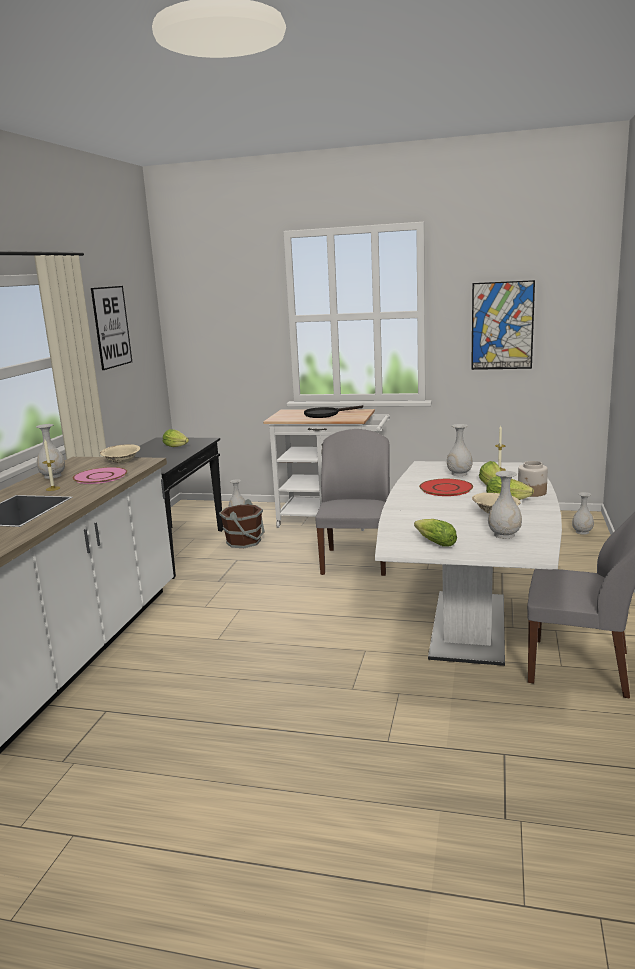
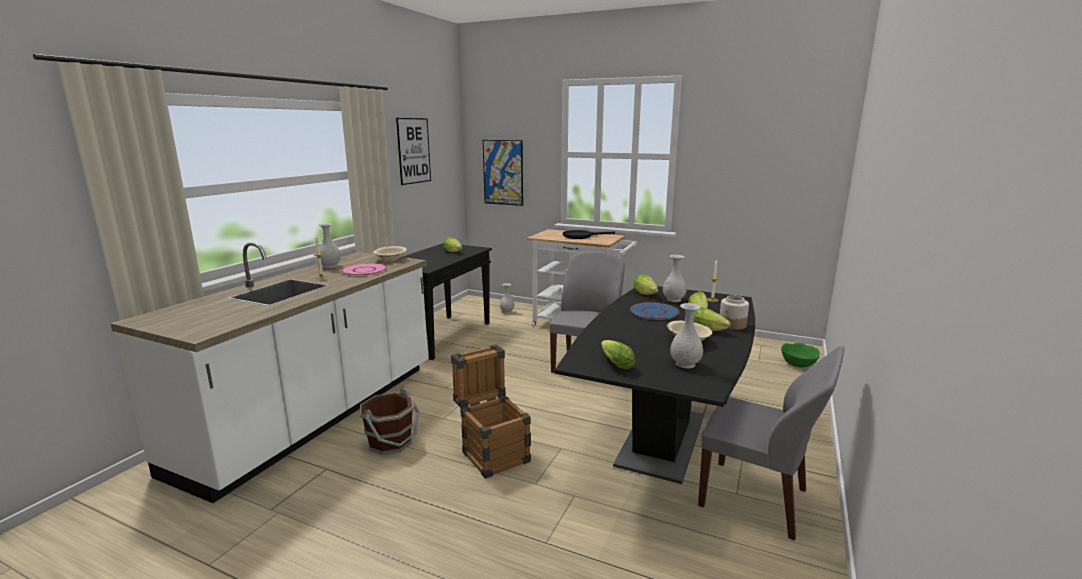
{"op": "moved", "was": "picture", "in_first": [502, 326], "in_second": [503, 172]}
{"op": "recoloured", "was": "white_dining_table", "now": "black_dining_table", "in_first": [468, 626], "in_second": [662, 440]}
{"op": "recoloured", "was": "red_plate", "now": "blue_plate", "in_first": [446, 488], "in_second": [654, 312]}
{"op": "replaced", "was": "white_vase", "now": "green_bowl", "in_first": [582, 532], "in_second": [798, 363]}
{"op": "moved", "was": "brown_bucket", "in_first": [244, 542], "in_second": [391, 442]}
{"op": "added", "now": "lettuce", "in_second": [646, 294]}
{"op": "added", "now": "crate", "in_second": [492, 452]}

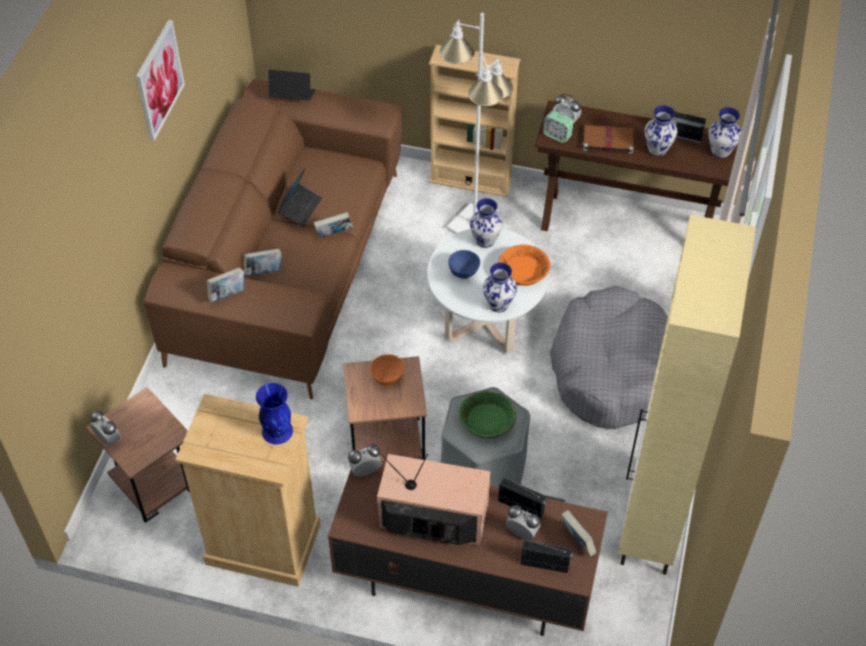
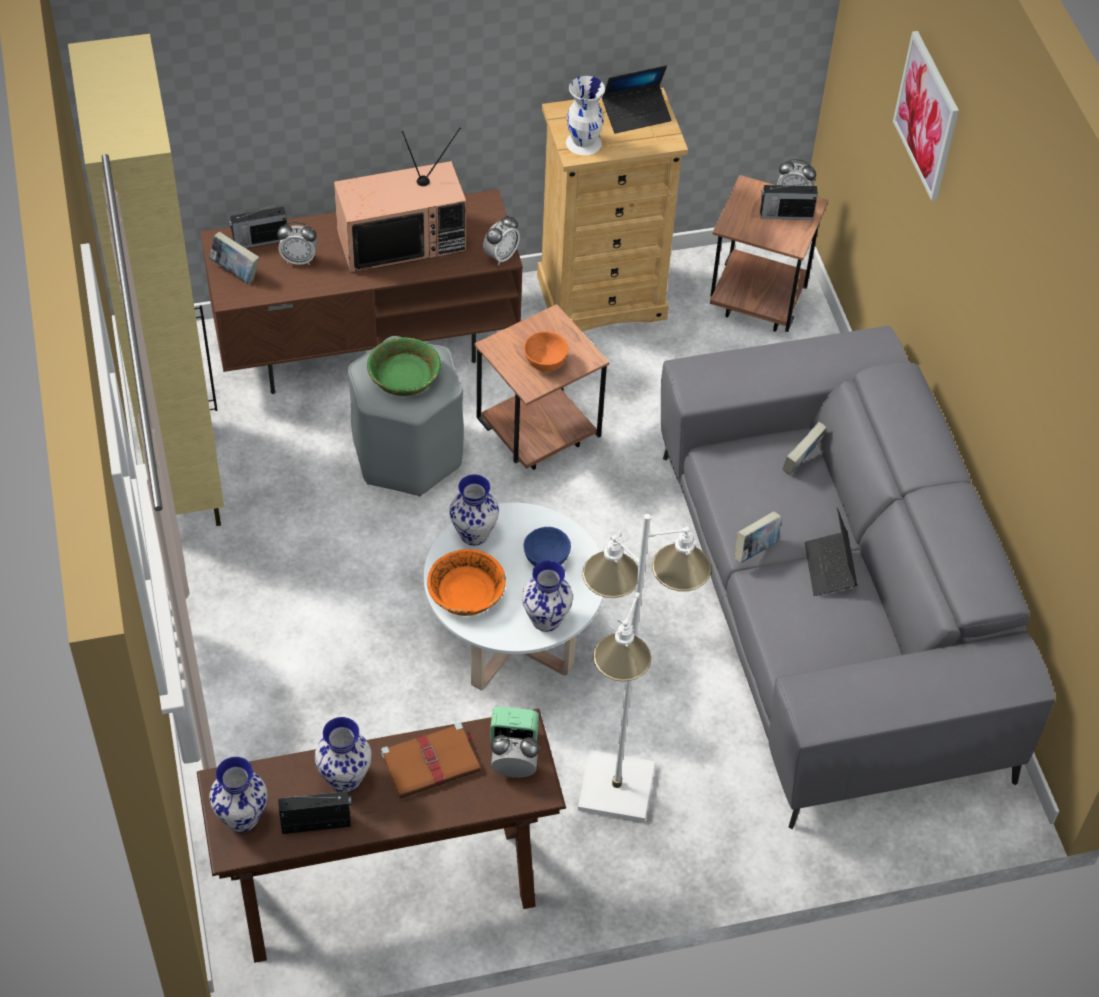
{"op": "moved", "was": "picture", "in_first": [159, 80], "in_second": [927, 115]}
{"op": "removed", "was": "beige_bookcase", "in_first": [471, 180]}
{"op": "moved", "was": "laptop", "in_first": [292, 96], "in_second": [636, 114]}
{"op": "recoloured", "was": "brown_sofa", "now": "grey_sofa", "in_first": [288, 266], "in_second": [827, 612]}
{"op": "removed", "was": "book", "in_first": [227, 294]}
{"op": "removed", "was": "grey_dog_bed", "in_first": [612, 369]}
{"op": "recoloured", "was": "blue_vase", "now": "white_vase", "in_first": [277, 430], "in_second": [584, 143]}
{"op": "moved", "was": "radio", "in_first": [521, 506], "in_second": [785, 215]}

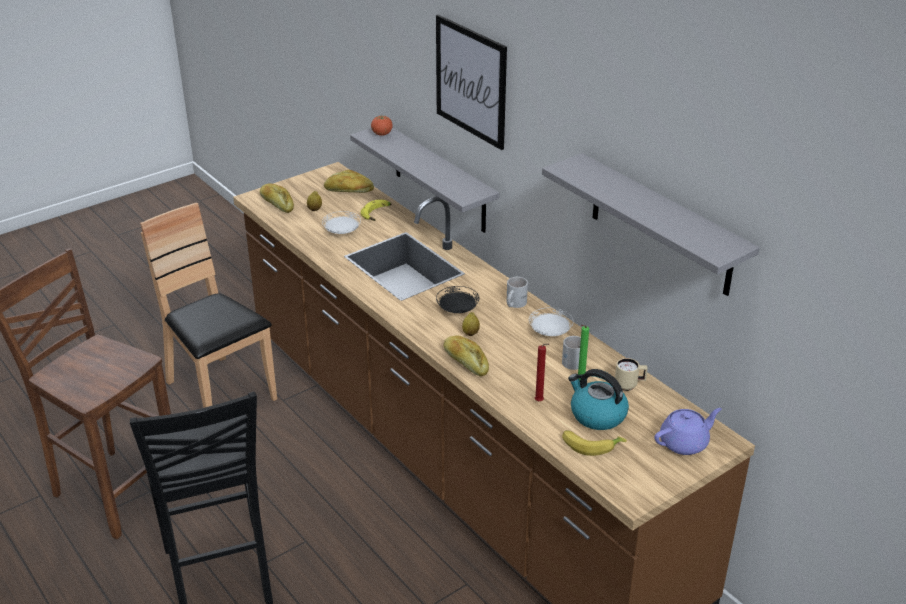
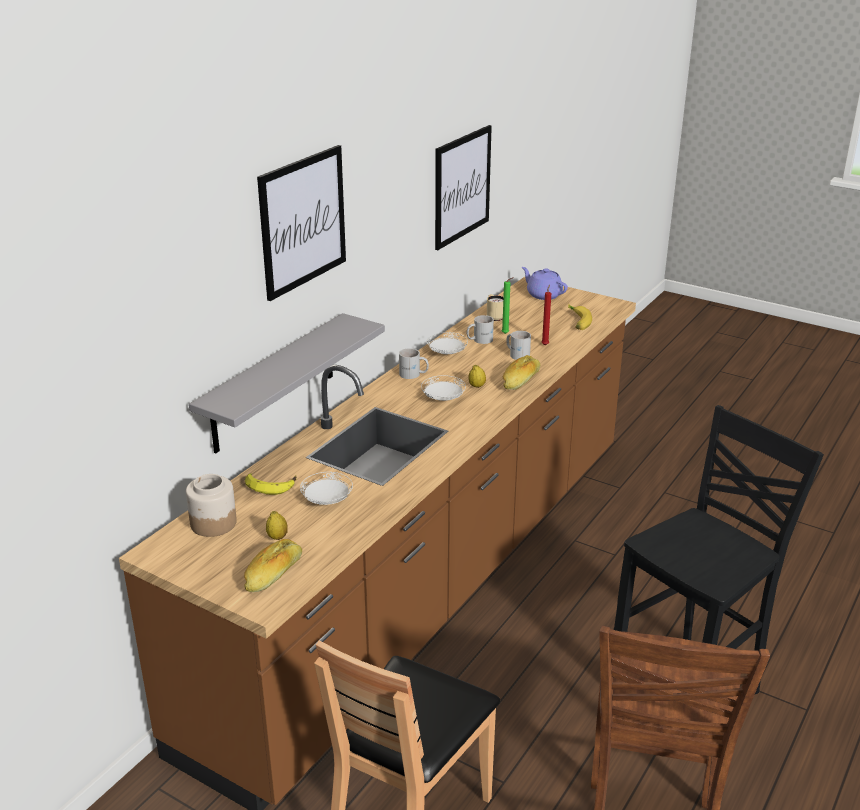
{"op": "removed", "was": "tomato", "in_first": [382, 134]}
{"op": "replaced", "was": "grey_shelf", "now": "picture", "in_first": [661, 225], "in_second": [462, 186]}
{"op": "replaced", "was": "bread", "now": "jar", "in_first": [349, 191], "in_second": [213, 523]}
{"op": "recoloured", "was": "black_plate", "now": "white_plate", "in_first": [457, 309], "in_second": [443, 399]}
{"op": "removed", "was": "kettle", "in_first": [597, 415]}
{"op": "added", "now": "white_mug", "in_second": [517, 354]}

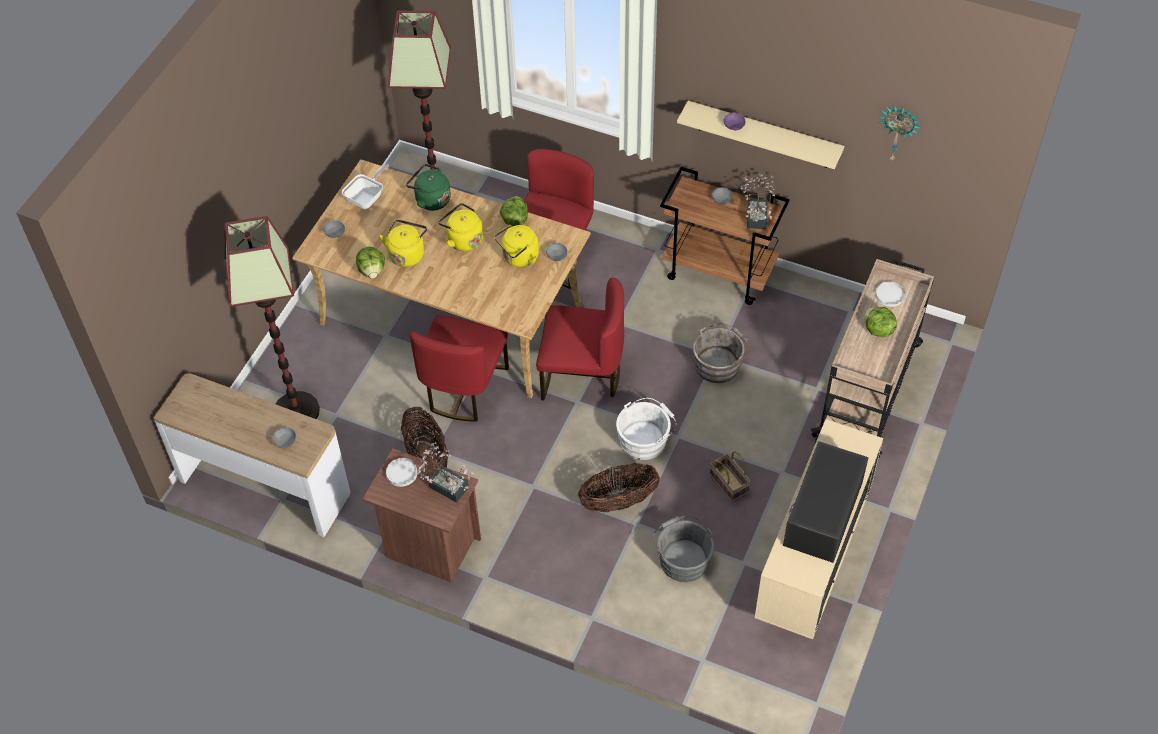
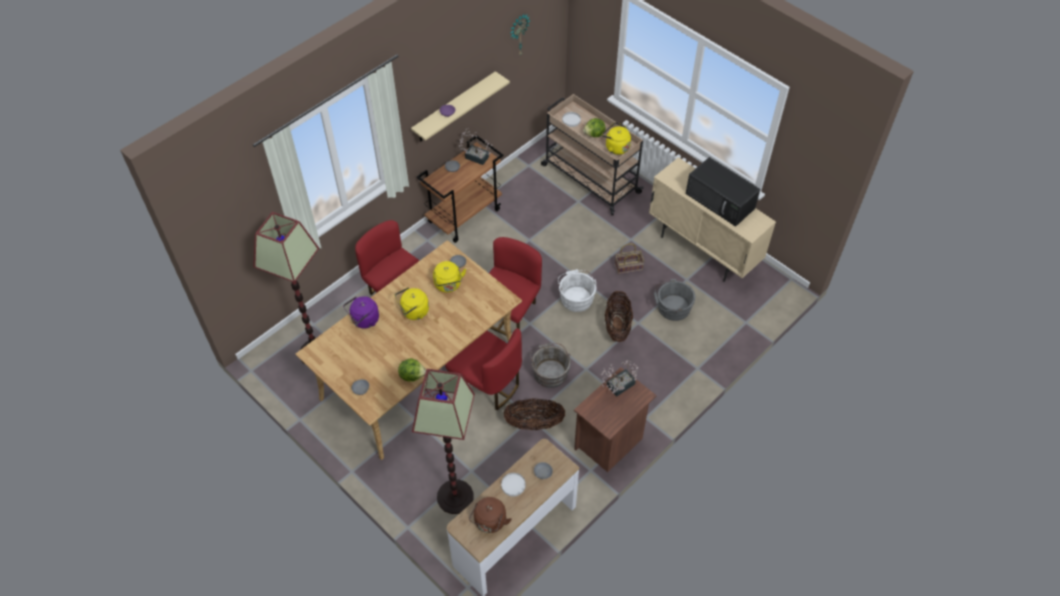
{"op": "removed", "was": "frying_pan", "in_first": [367, 198]}
{"op": "recoloured", "was": "green_kettle", "now": "purple_kettle", "in_first": [430, 199], "in_second": [364, 320]}
{"op": "removed", "was": "lettuce", "in_first": [514, 219]}
{"op": "moved", "was": "yellow_kettle", "in_first": [407, 254], "in_second": [615, 147]}
{"op": "moved", "was": "grey_bucket", "in_first": [719, 363], "in_second": [550, 371]}
{"op": "moved", "was": "white_plate", "in_first": [401, 473], "in_second": [513, 485]}
{"op": "added", "now": "brown_kettle", "in_second": [489, 522]}

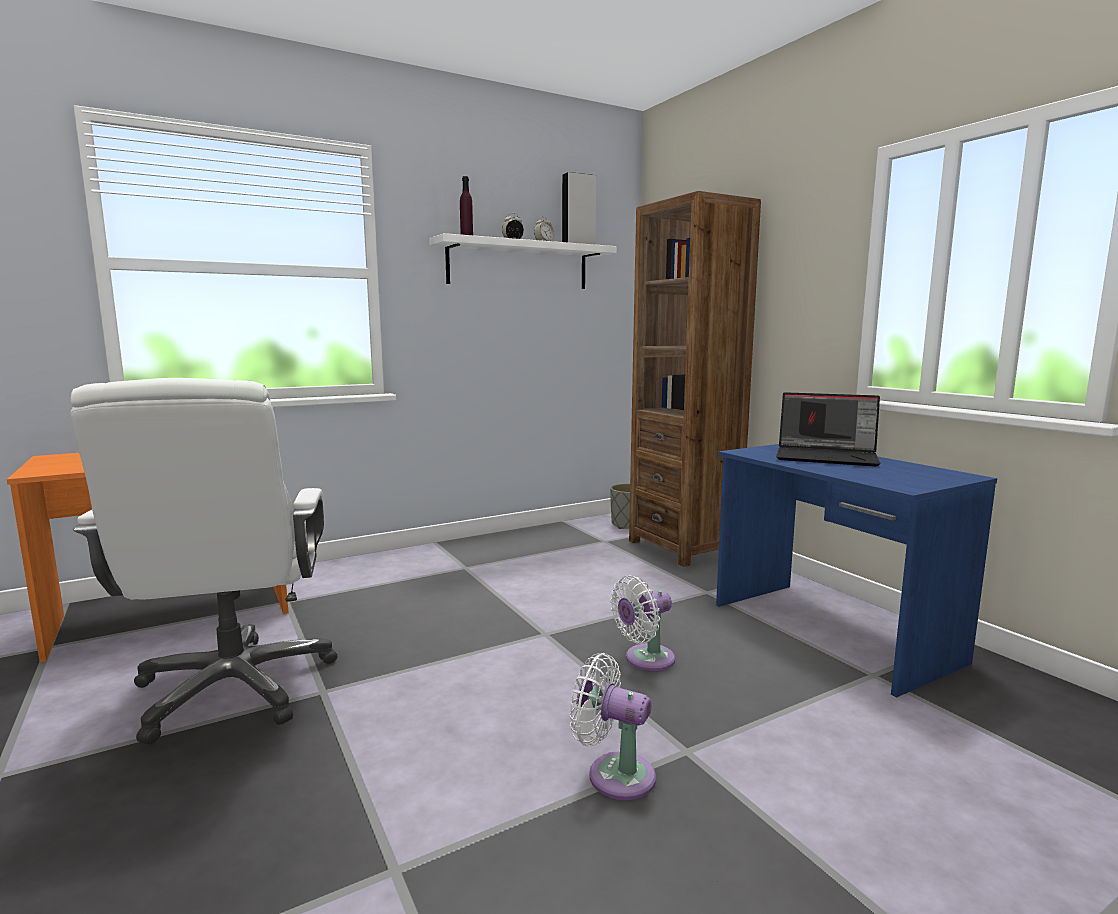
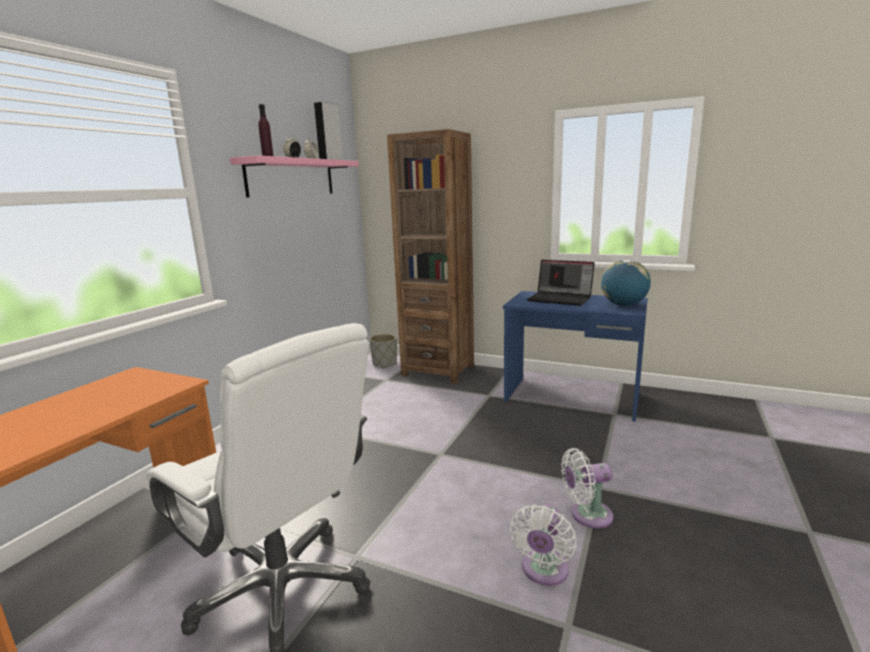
{"op": "recoloured", "was": "white_shelf", "now": "pink_shelf", "in_first": [519, 265], "in_second": [291, 177]}
{"op": "turned", "was": "laptop", "in_first": [827, 457], "in_second": [561, 299], "clockwise": 45}
{"op": "moved", "was": "white_fan", "in_first": [645, 660], "in_second": [543, 571]}
{"op": "added", "now": "globe", "in_second": [623, 305]}

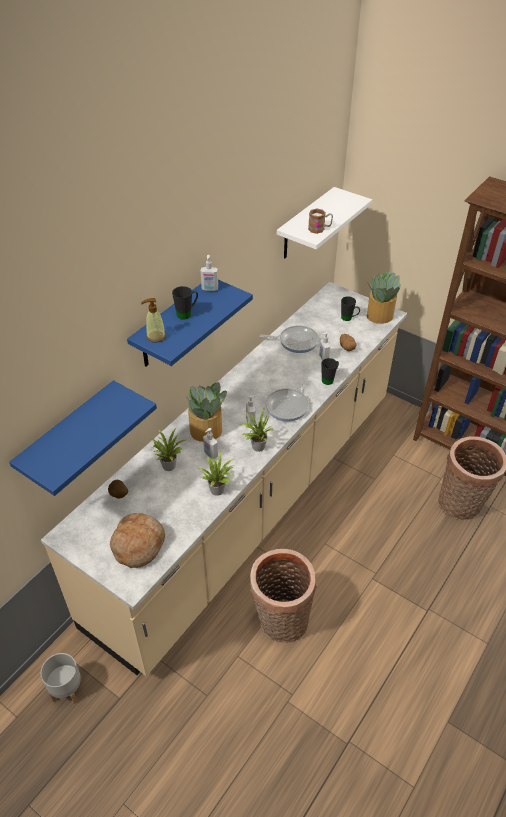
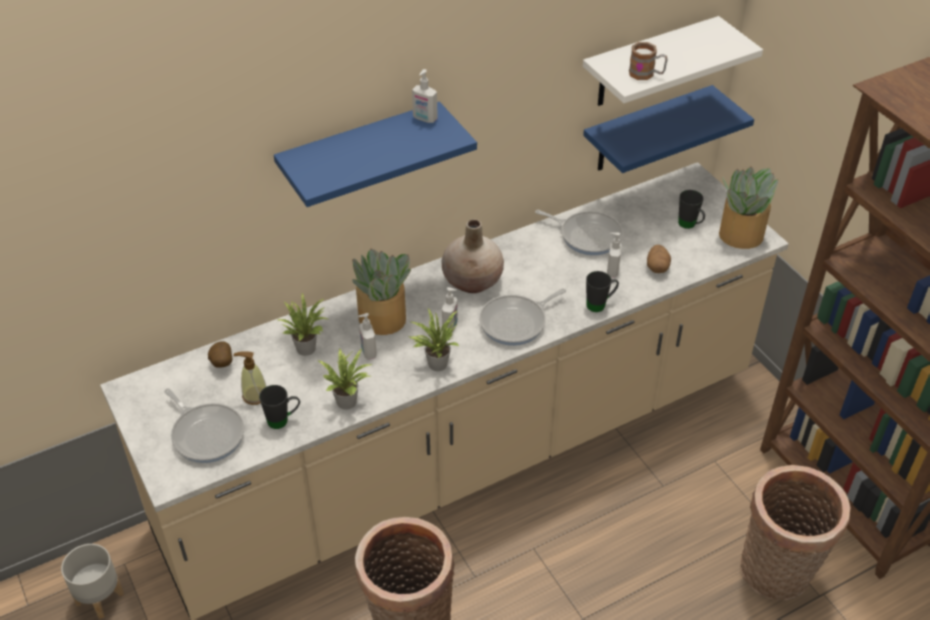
{"op": "moved", "was": "black_mug", "in_first": [187, 313], "in_second": [283, 420]}
{"op": "moved", "was": "soap_dispenser", "in_first": [156, 336], "in_second": [255, 395]}
{"op": "moved", "was": "blue_shelf", "in_first": [68, 436], "in_second": [646, 130]}
{"op": "replaced", "was": "bread", "now": "frying_pan", "in_first": [138, 544], "in_second": [206, 434]}
{"op": "added", "now": "beige_vase", "in_second": [473, 281]}

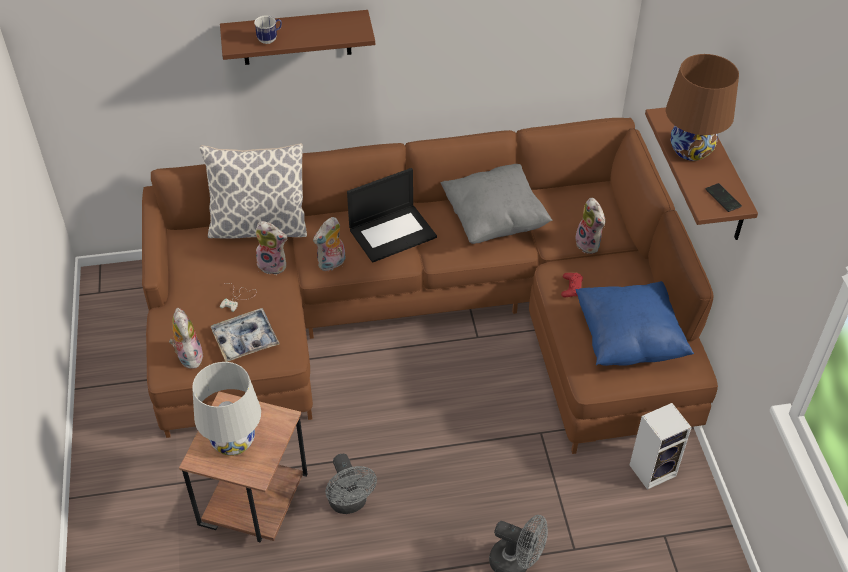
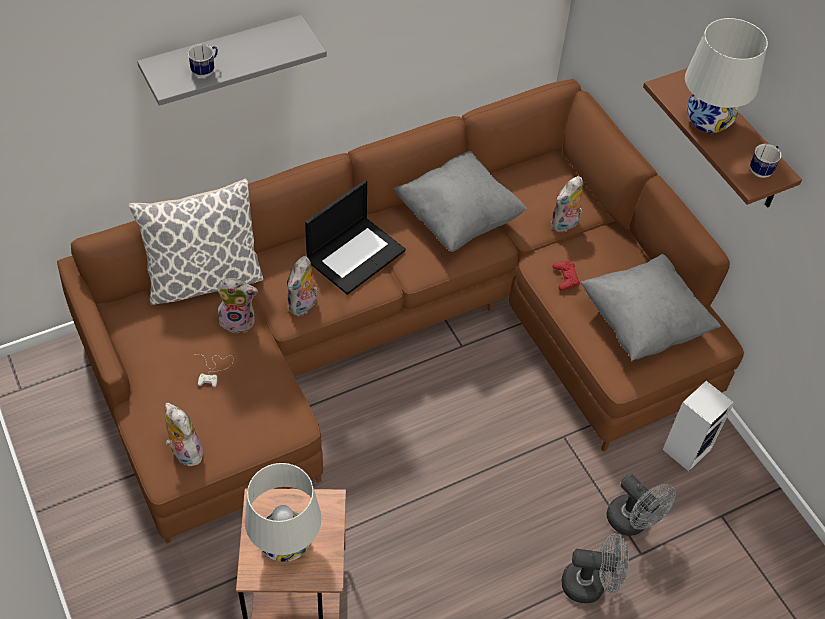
{"op": "recoloured", "was": "brown_shelf", "now": "grey_shelf", "in_first": [296, 37], "in_second": [223, 60]}
{"op": "recoloured", "was": "brown_table_lamp", "now": "white_table_lamp", "in_first": [691, 150], "in_second": [708, 120]}
{"op": "replaced", "was": "phone", "now": "mug", "in_first": [723, 198], "in_second": [762, 170]}
{"op": "turned", "was": "plush_toy", "in_first": [589, 244], "in_second": [565, 224], "clockwise": 90}
{"op": "recoloured", "was": "blue_pillow", "now": "grey_pillow", "in_first": [628, 340], "in_second": [643, 323]}
{"op": "removed", "was": "tray", "in_first": [245, 339]}
{"op": "moved", "was": "grey_fan", "in_first": [350, 503], "in_second": [633, 522]}

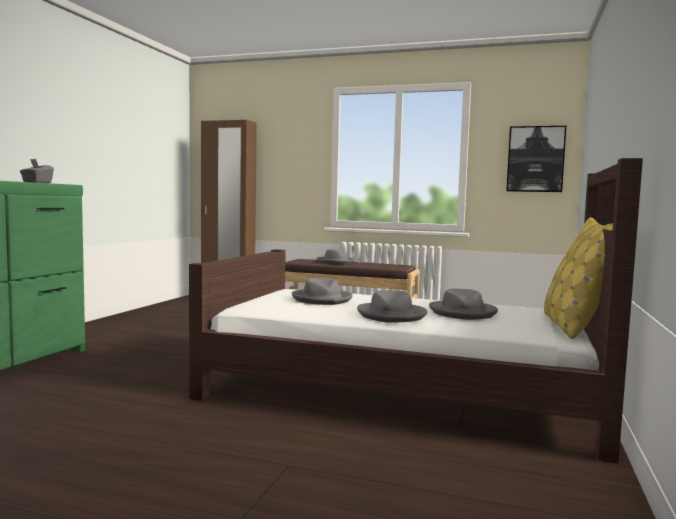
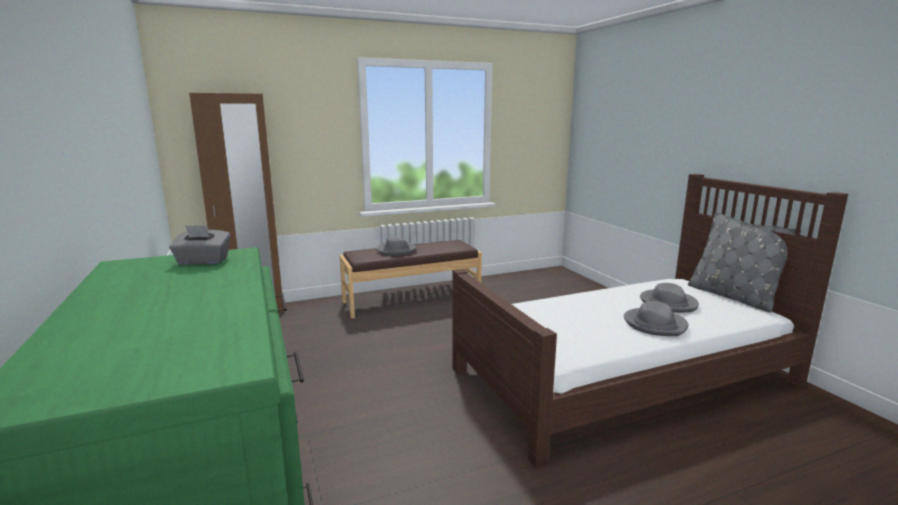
{"op": "removed", "was": "picture", "in_first": [535, 159]}
{"op": "recoloured", "was": "yellow_pillow", "now": "grey_pillow", "in_first": [573, 326], "in_second": [732, 296]}
{"op": "removed", "was": "grey_hat", "in_first": [322, 299]}

